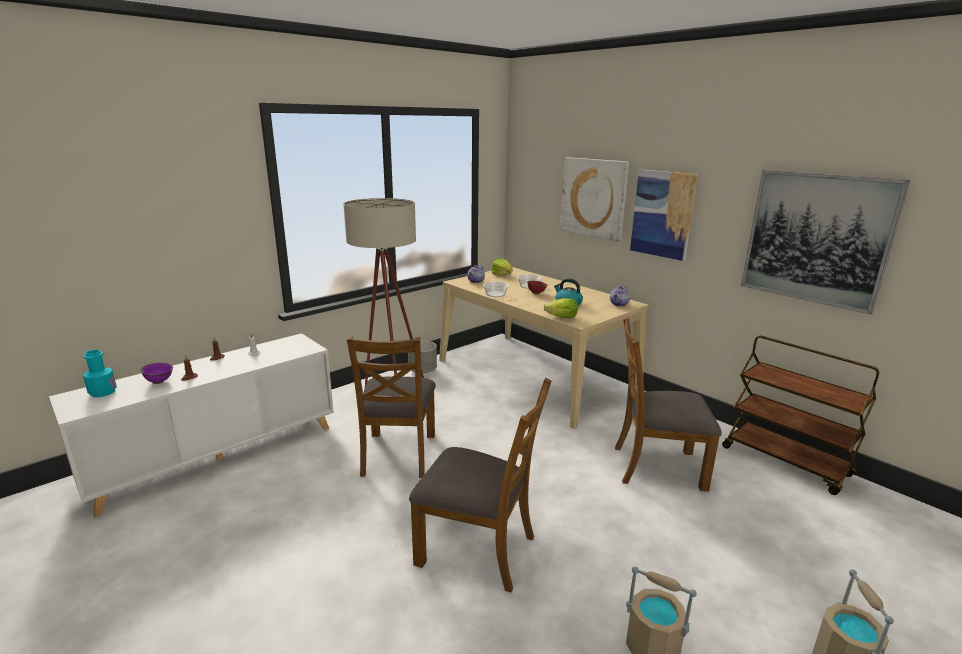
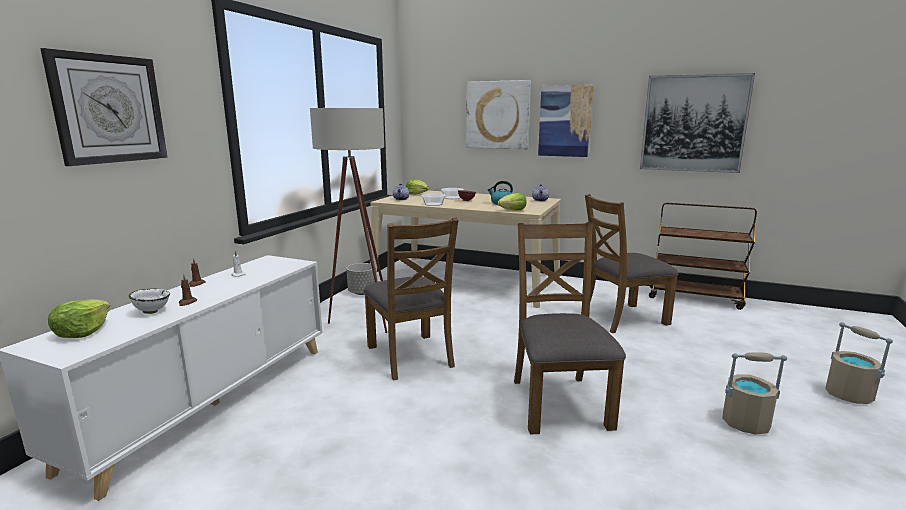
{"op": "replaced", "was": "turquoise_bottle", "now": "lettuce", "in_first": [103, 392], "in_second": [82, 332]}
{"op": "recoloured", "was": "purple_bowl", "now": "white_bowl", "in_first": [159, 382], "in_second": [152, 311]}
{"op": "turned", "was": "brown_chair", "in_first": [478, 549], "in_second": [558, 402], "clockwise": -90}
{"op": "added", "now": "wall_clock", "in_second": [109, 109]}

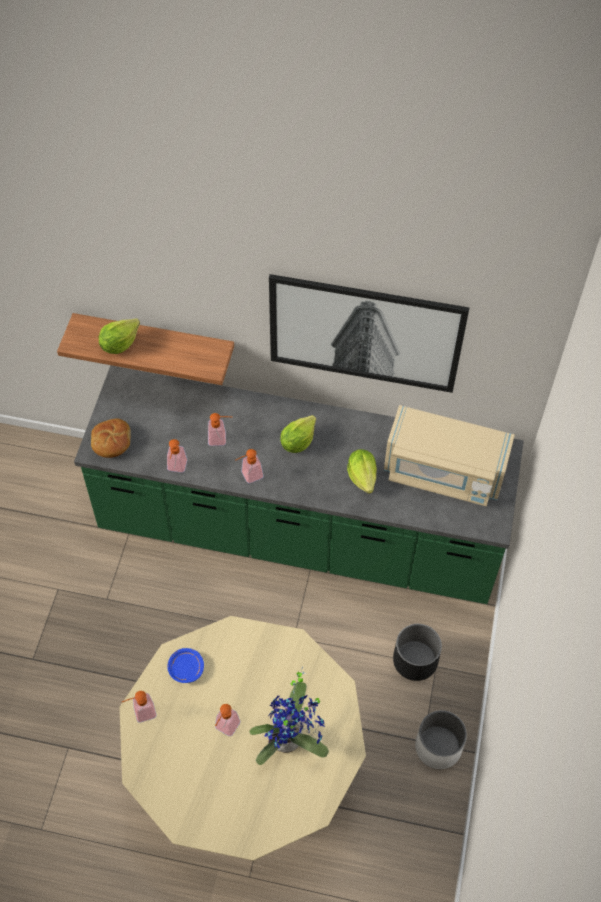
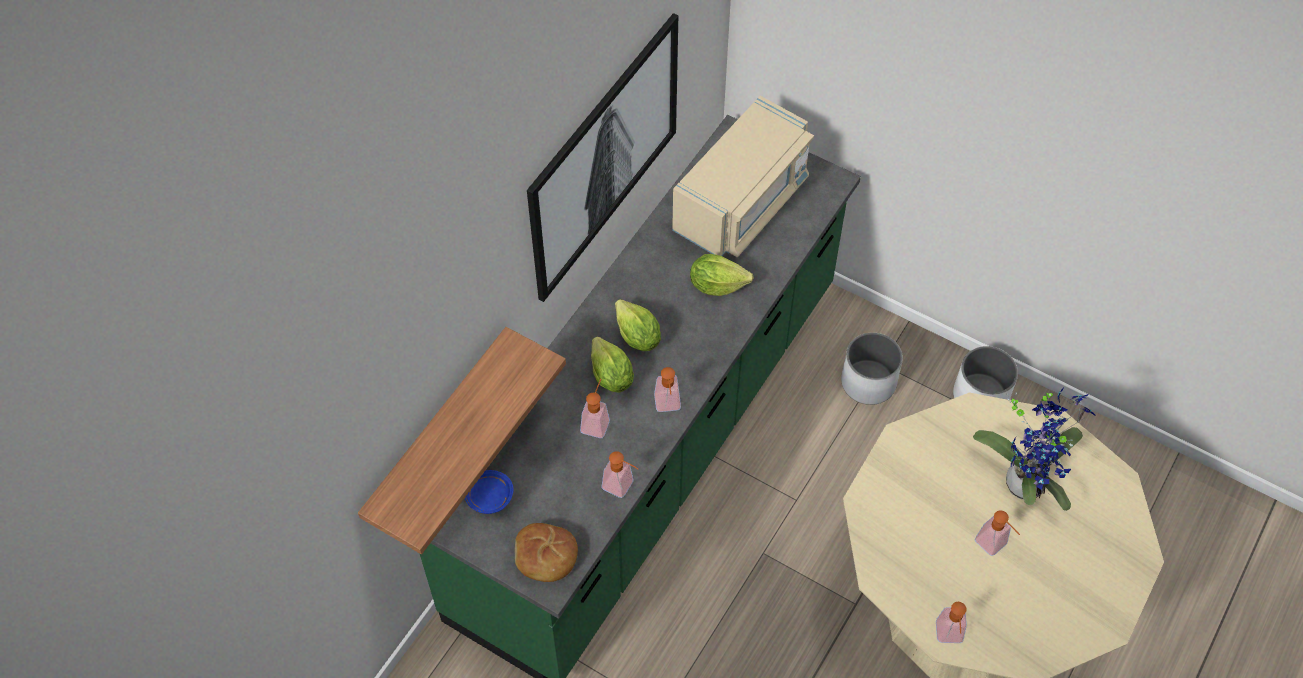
{"op": "moved", "was": "lettuce", "in_first": [119, 344], "in_second": [611, 376]}
{"op": "recoloured", "was": "black_planter", "now": "white_planter", "in_first": [415, 661], "in_second": [869, 382]}
{"op": "moved", "was": "blue_plate", "in_first": [186, 668], "in_second": [488, 496]}

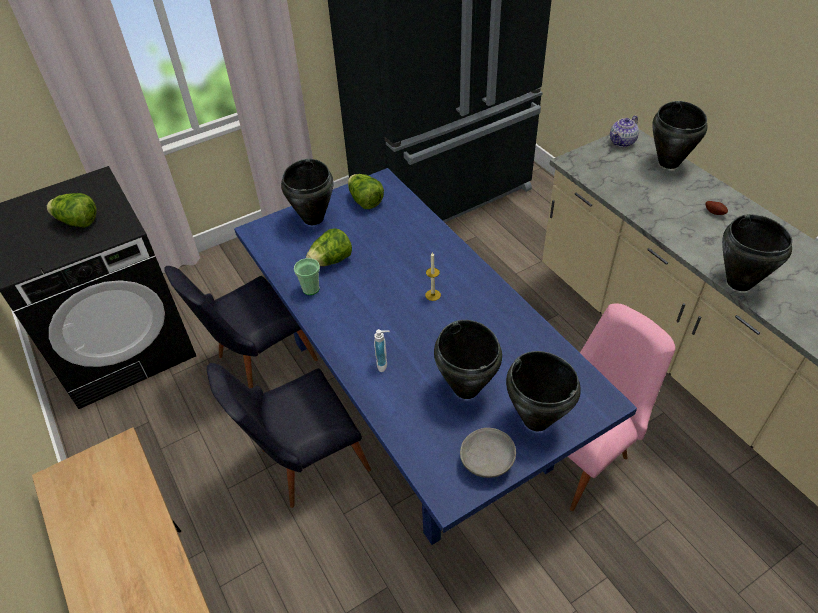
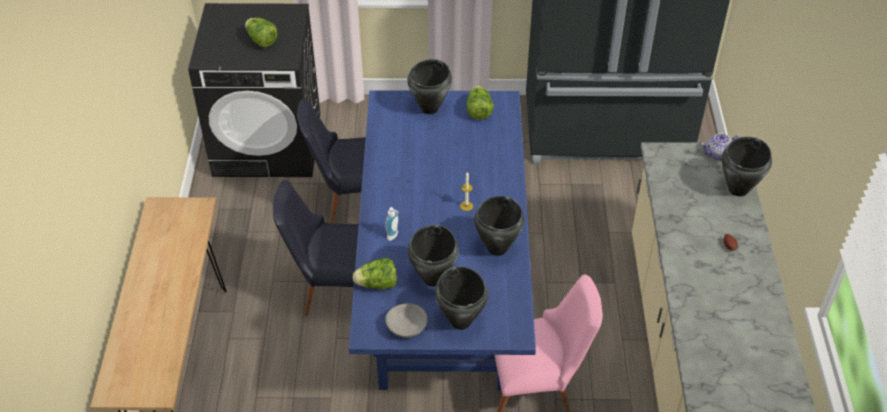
{"op": "moved", "was": "black_cooking_pot", "in_first": [739, 283], "in_second": [496, 248]}
{"op": "moved", "was": "lettuce", "in_first": [331, 261], "in_second": [377, 284]}
{"op": "removed", "was": "cup", "in_first": [311, 289]}

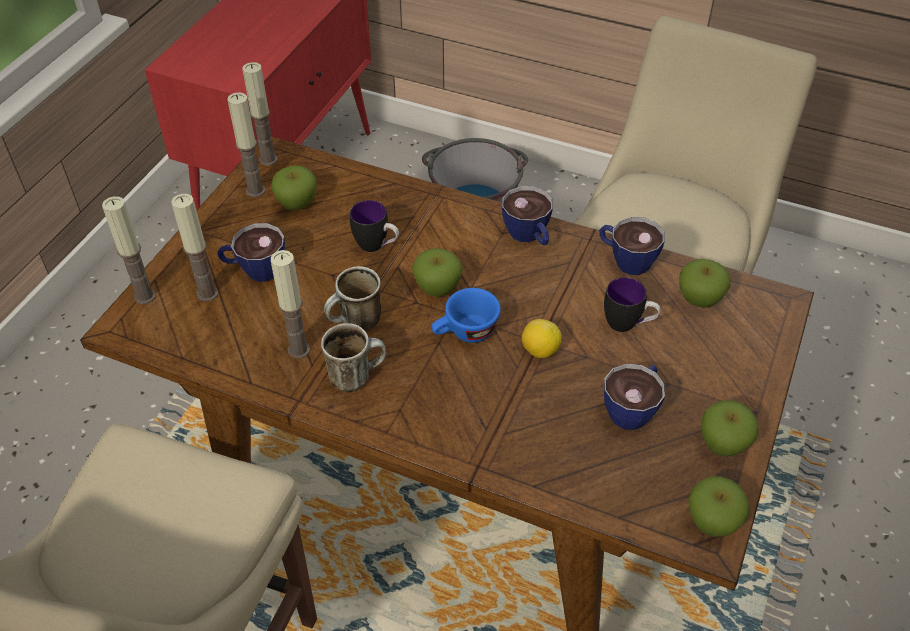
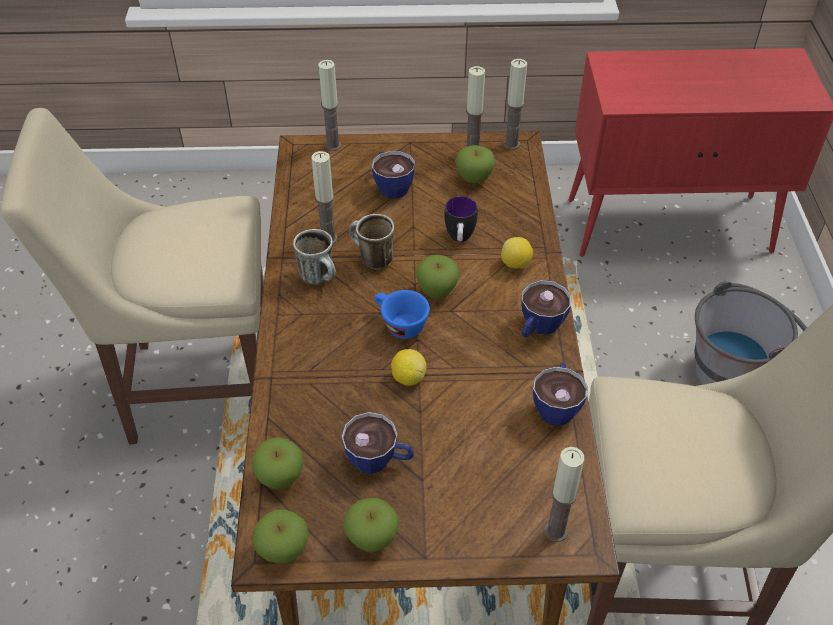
{"op": "moved", "was": "candle", "in_first": [207, 293], "in_second": [556, 531]}
{"op": "moved", "was": "apple", "in_first": [699, 300], "in_second": [280, 478]}
{"op": "removed", "was": "mug", "in_first": [628, 325]}
{"op": "added", "now": "lemon", "in_second": [516, 264]}

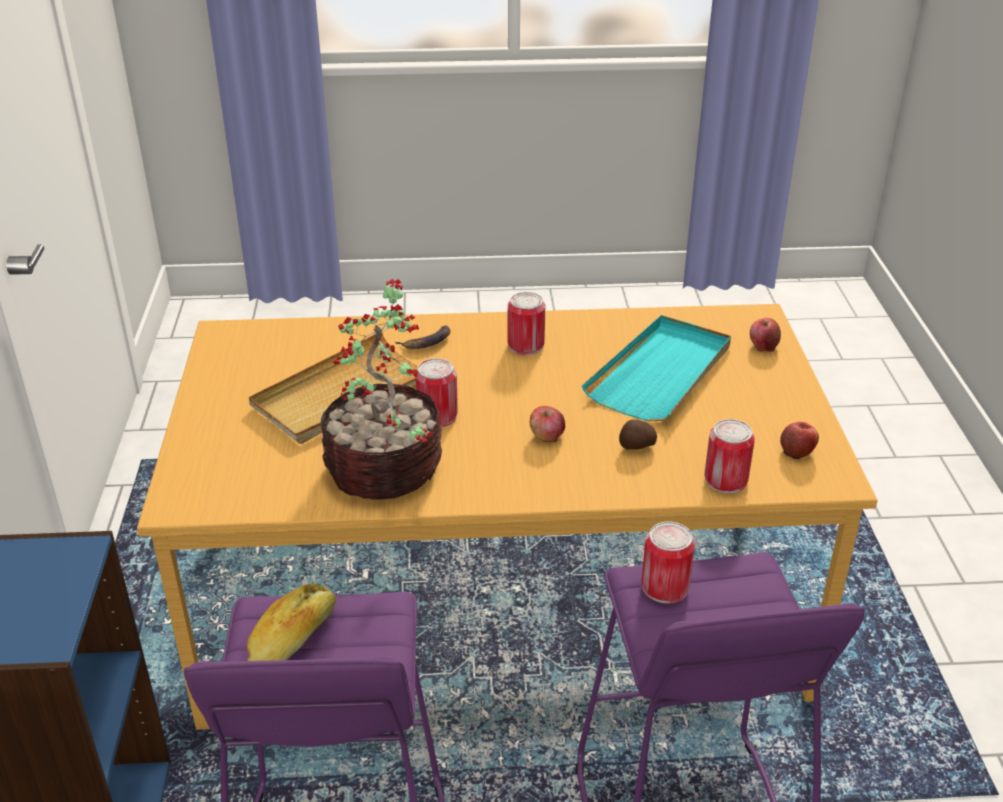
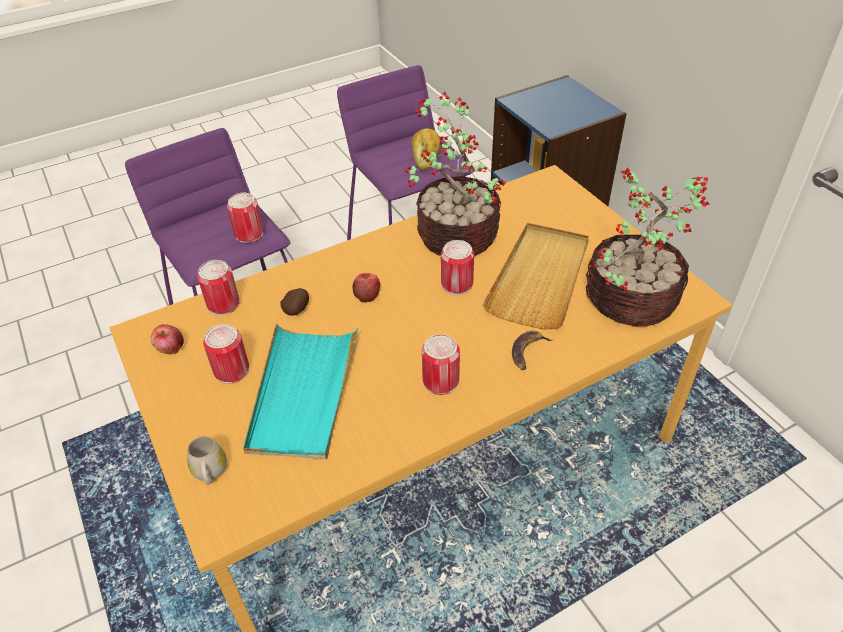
{"op": "replaced", "was": "apple", "now": "white_mug", "in_first": [763, 345], "in_second": [210, 473]}
{"op": "added", "now": "potted_plant", "in_second": [628, 300]}
{"op": "added", "now": "can", "in_second": [231, 370]}

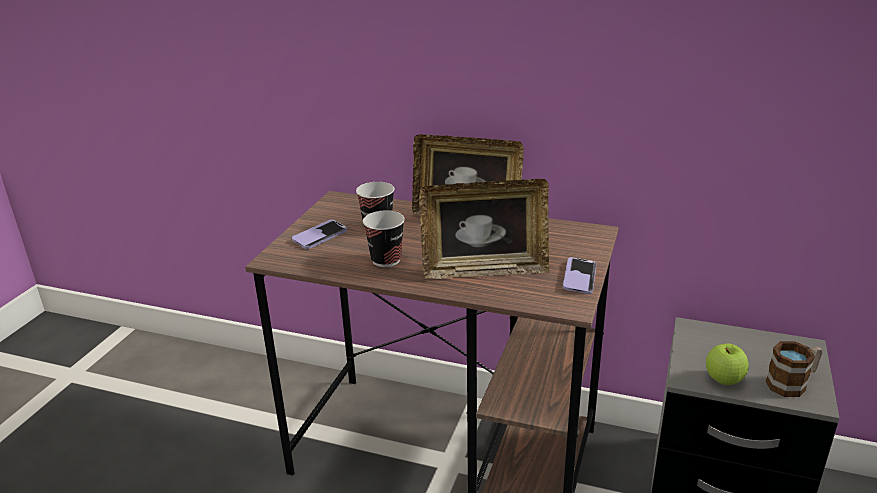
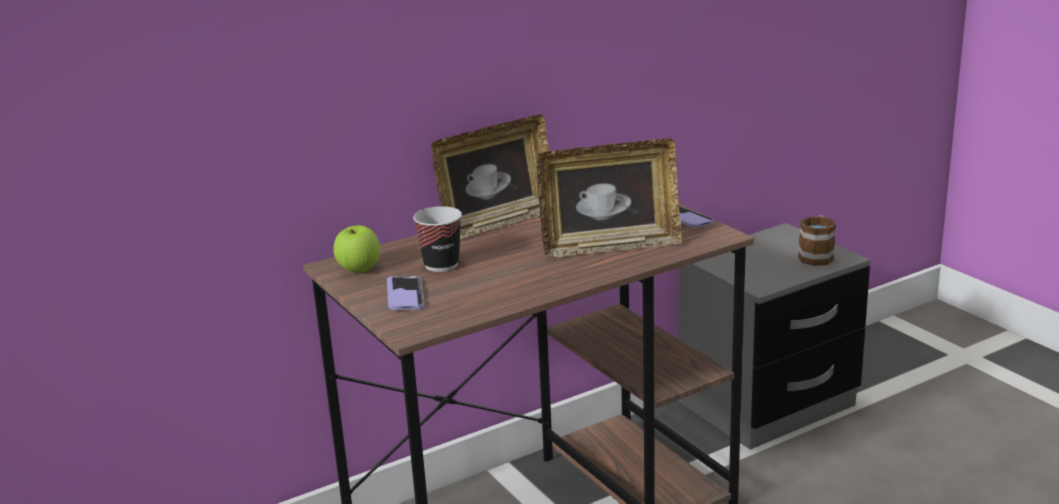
{"op": "turned", "was": "picture_frame", "in_first": [484, 270], "in_second": [610, 246], "clockwise": 45}
{"op": "removed", "was": "cup", "in_first": [386, 260]}
{"op": "moved", "was": "apple", "in_first": [723, 380], "in_second": [359, 270]}

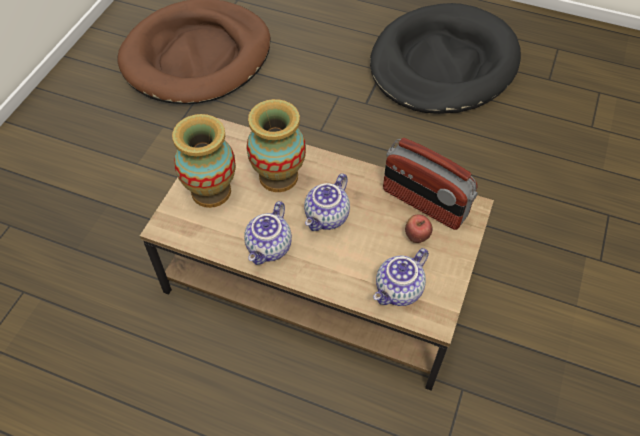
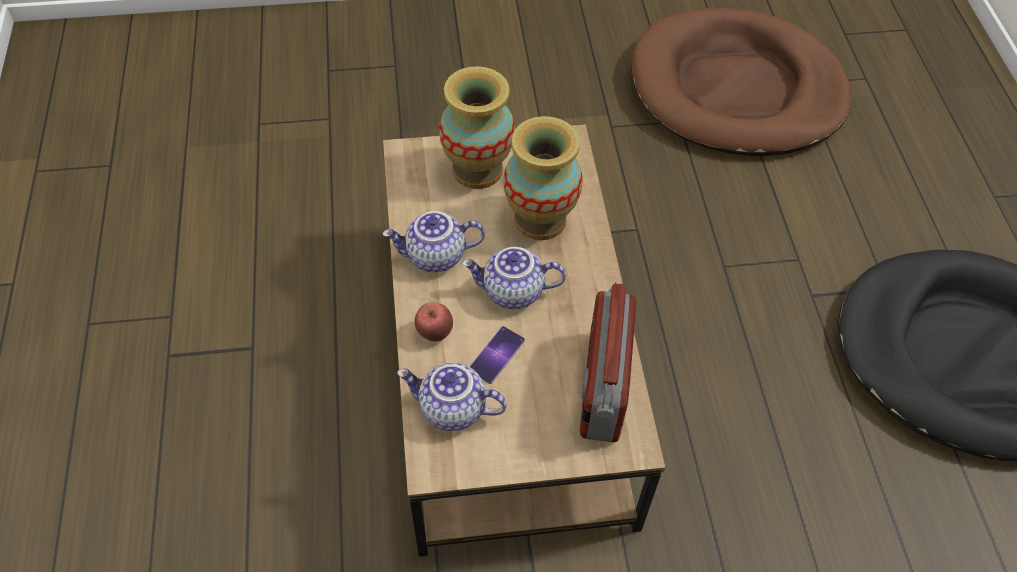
{"op": "moved", "was": "apple", "in_first": [416, 237], "in_second": [434, 333]}
{"op": "added", "now": "phone", "in_second": [496, 355]}

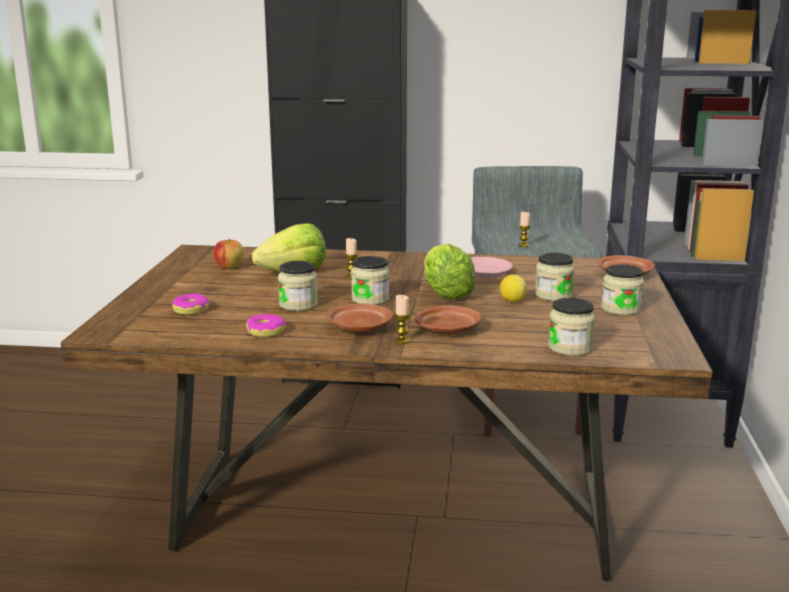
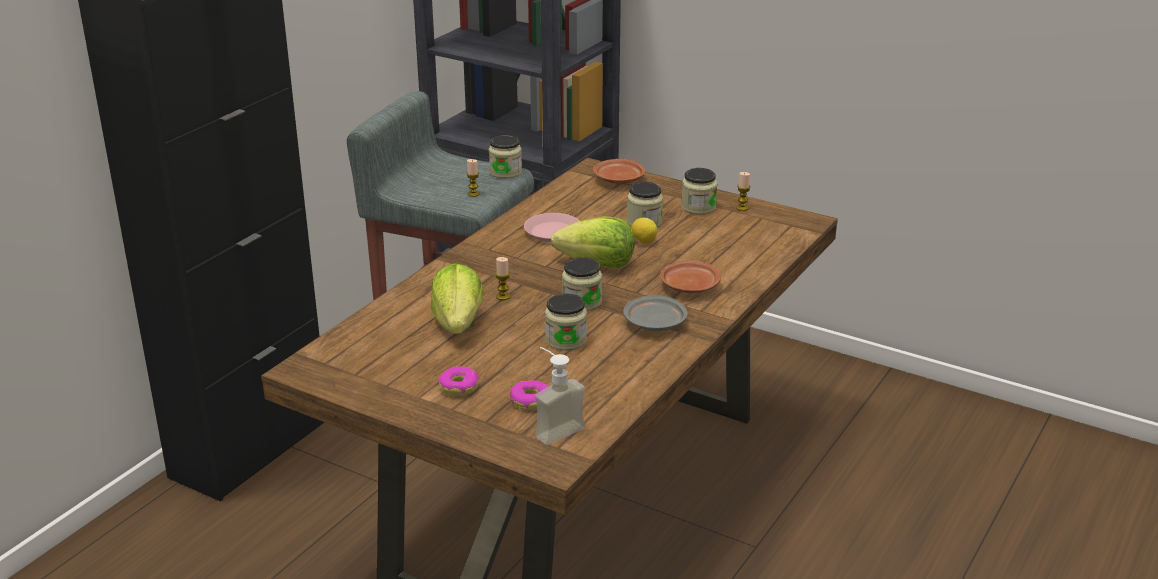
{"op": "removed", "was": "apple", "in_first": [229, 267]}
{"op": "moved", "was": "candle", "in_first": [402, 341], "in_second": [742, 208]}
{"op": "moved", "was": "jar", "in_first": [570, 348], "in_second": [505, 172]}
{"op": "recoloured", "was": "brown_plate", "now": "grey_plate", "in_first": [358, 328], "in_second": [655, 324]}
{"op": "moved", "was": "donut", "in_first": [266, 332], "in_second": [459, 387]}
{"op": "added", "now": "soap_dispenser", "in_second": [554, 428]}

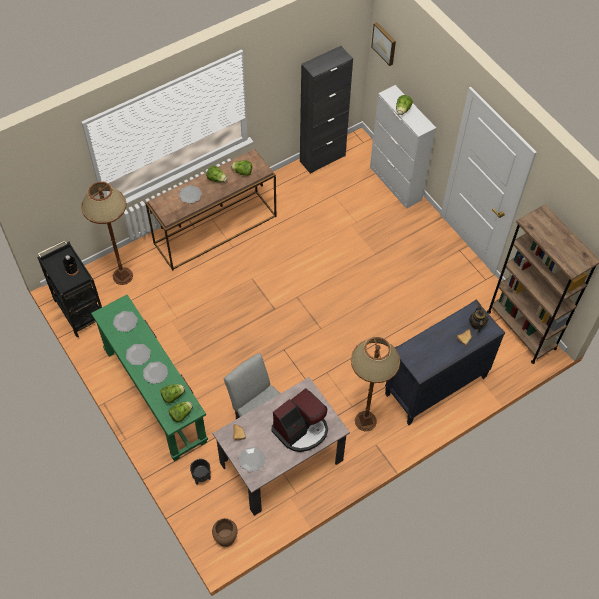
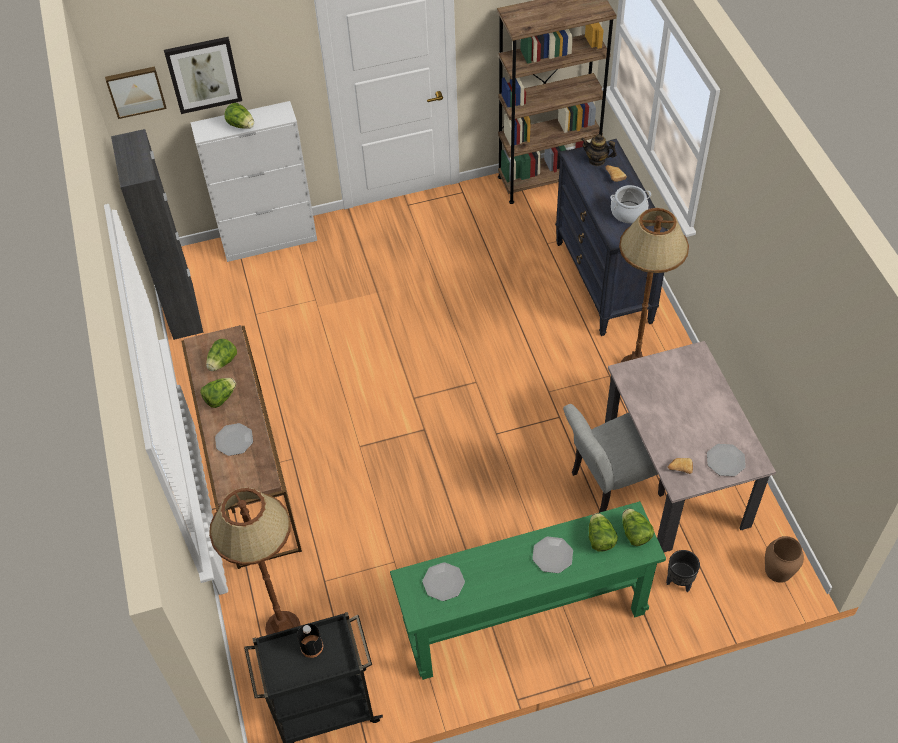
{"op": "removed", "was": "plate", "in_first": [138, 354]}
{"op": "removed", "was": "coffee_machine", "in_first": [301, 429]}
{"op": "added", "now": "picture", "in_second": [203, 74]}
{"op": "added", "now": "cooking_pot", "in_second": [628, 212]}

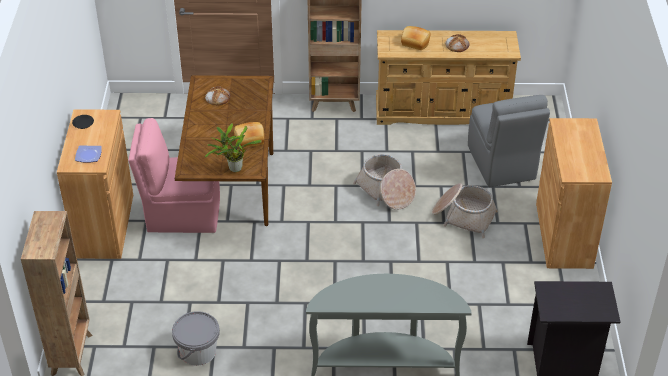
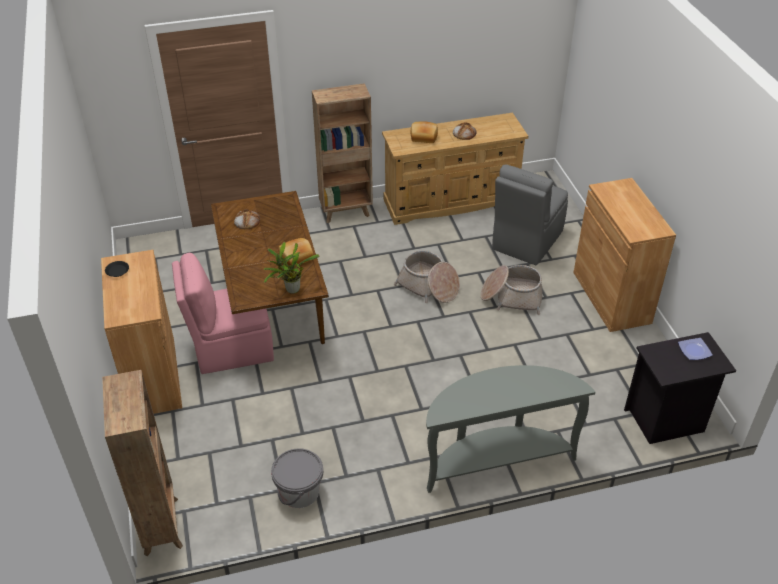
{"op": "turned", "was": "grey_chair", "in_first": [501, 164], "in_second": [526, 241], "clockwise": 60}
{"op": "moved", "was": "plate", "in_first": [89, 155], "in_second": [694, 350]}

